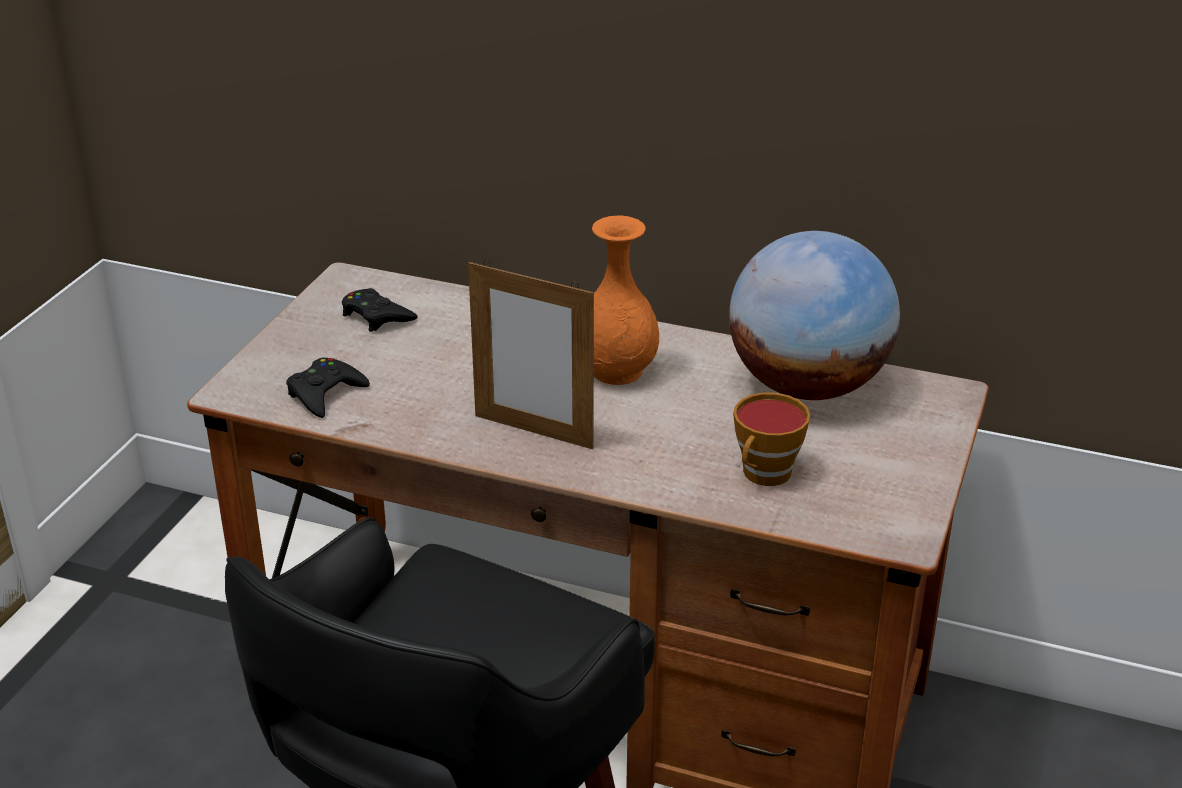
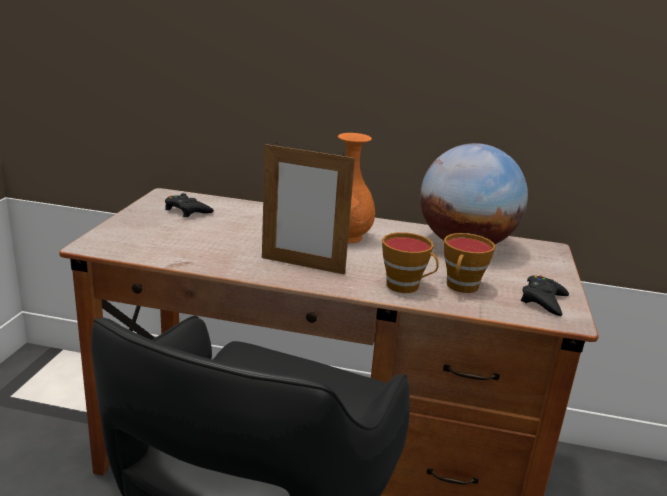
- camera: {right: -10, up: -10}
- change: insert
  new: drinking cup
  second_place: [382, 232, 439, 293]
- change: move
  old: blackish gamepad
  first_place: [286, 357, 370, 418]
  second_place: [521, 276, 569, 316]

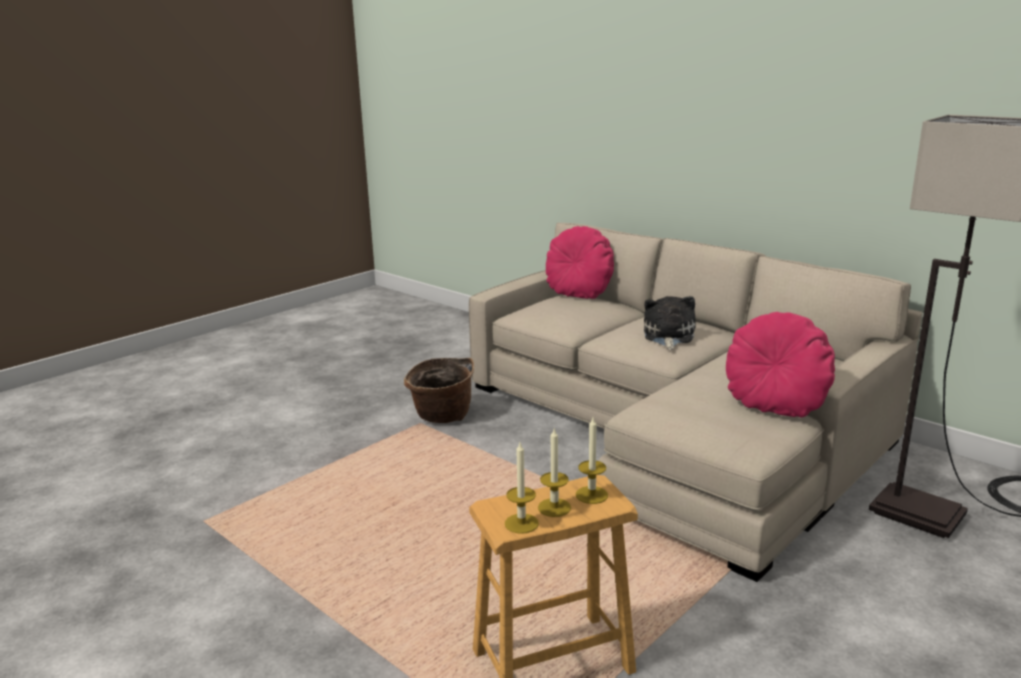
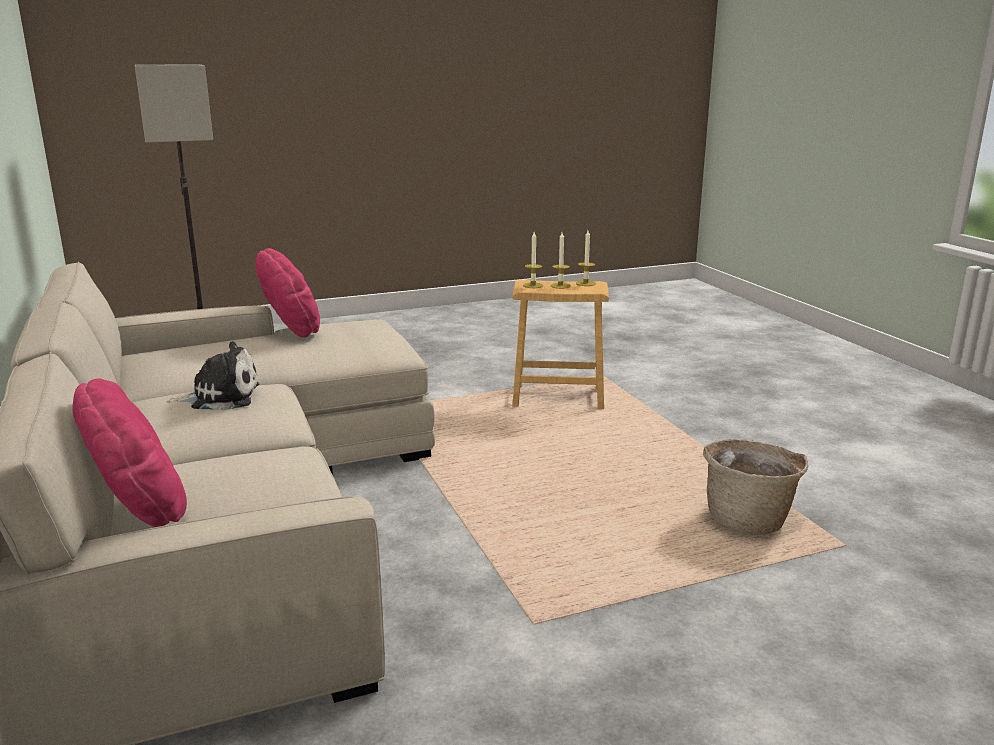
- camera: {right: -155, up: 0}
- change: rotate
  old: cuddly toy
  first_place: [644, 296, 696, 350]
  second_place: [167, 341, 260, 410]
  degrees: -135
- change: move
  old: storage basket
  first_place: [404, 358, 474, 423]
  second_place: [703, 439, 808, 534]

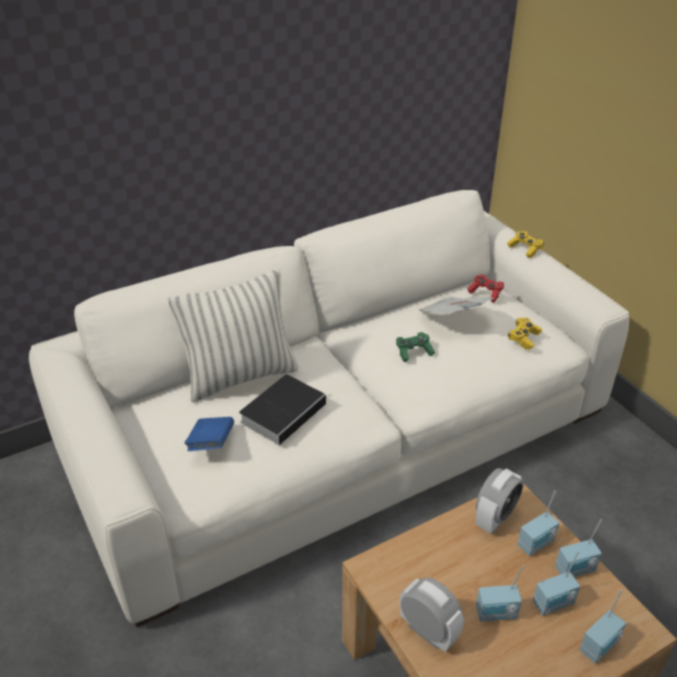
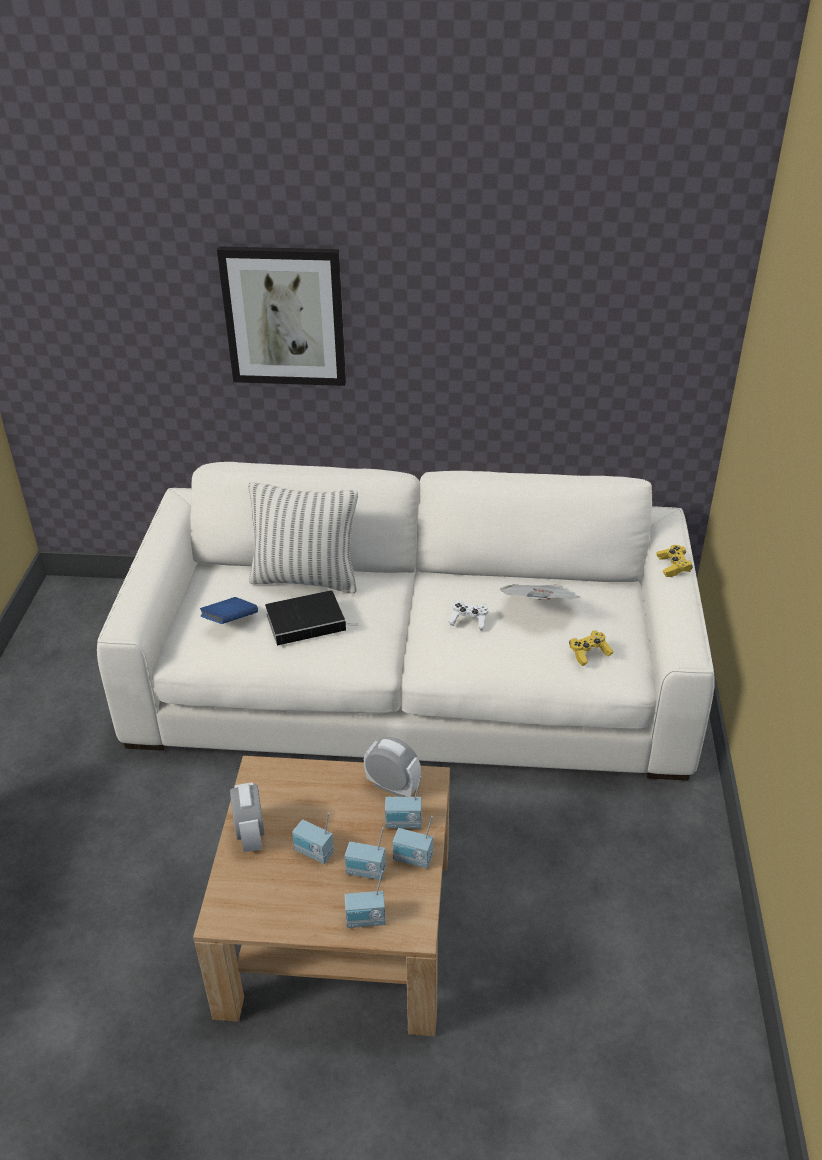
- camera: {right: 35, up: 0}
- change: insert
  new: wall art
  second_place: [217, 246, 346, 386]
- change: rotate
  old: bedside clock
  first_place: [476, 468, 524, 533]
  second_place: [364, 737, 421, 797]
  degrees: -135
- change: recolor
  old: green-coloured gamepad
  new: white-coloured gamepad
  first_place: [396, 332, 435, 362]
  second_place: [448, 600, 489, 631]
- change: delete
  old: reddish gamepad
  first_place: [467, 274, 504, 303]

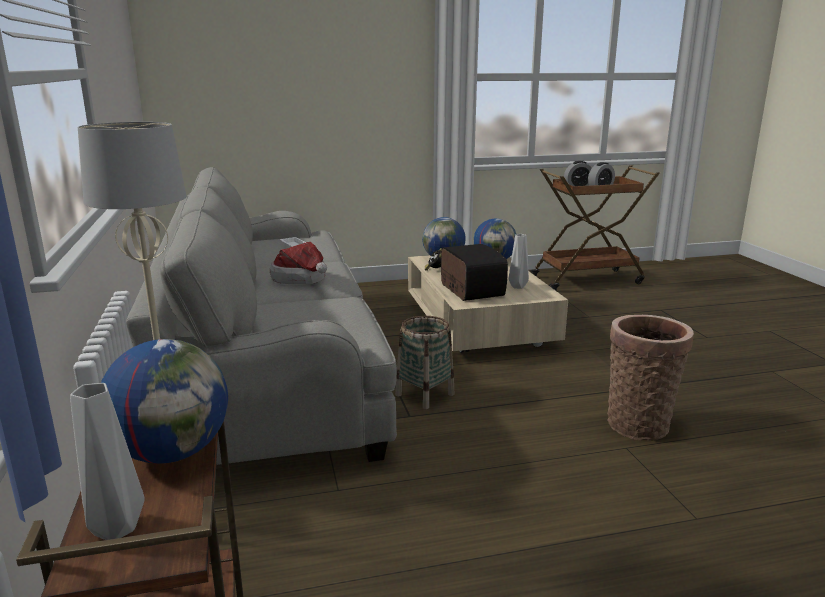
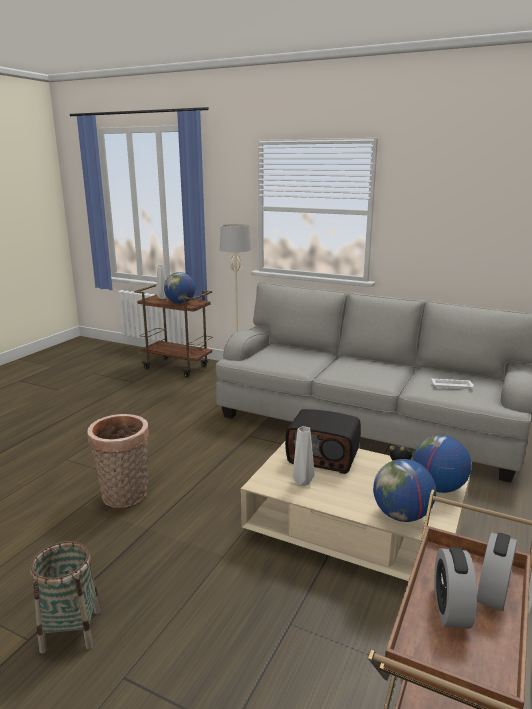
- camera: {right: 130, up: 0}
- change: move
  old: storage basket
  first_place: [395, 316, 454, 409]
  second_place: [30, 541, 101, 654]
- change: delete
  old: clothing hat
  first_place: [270, 242, 327, 284]

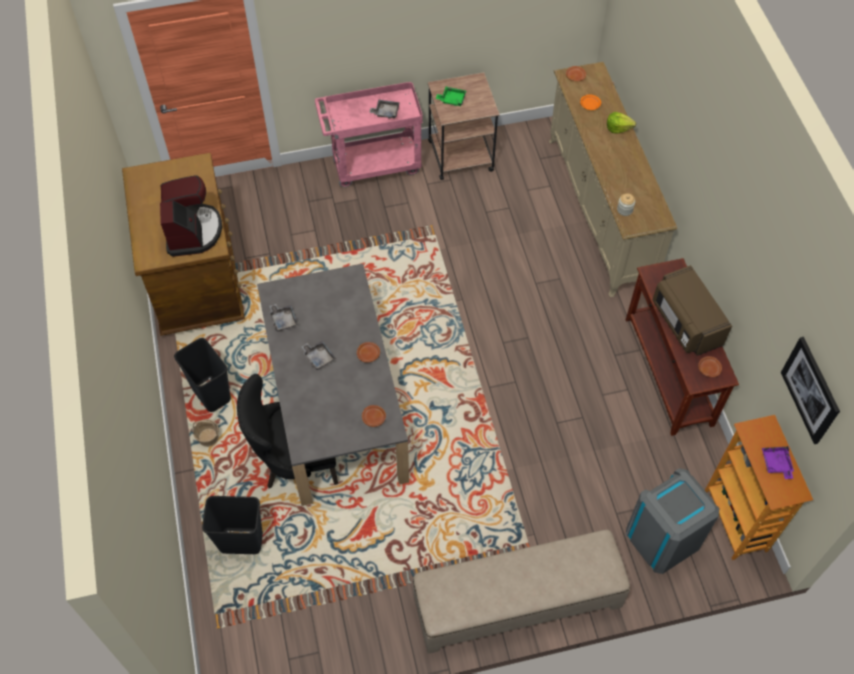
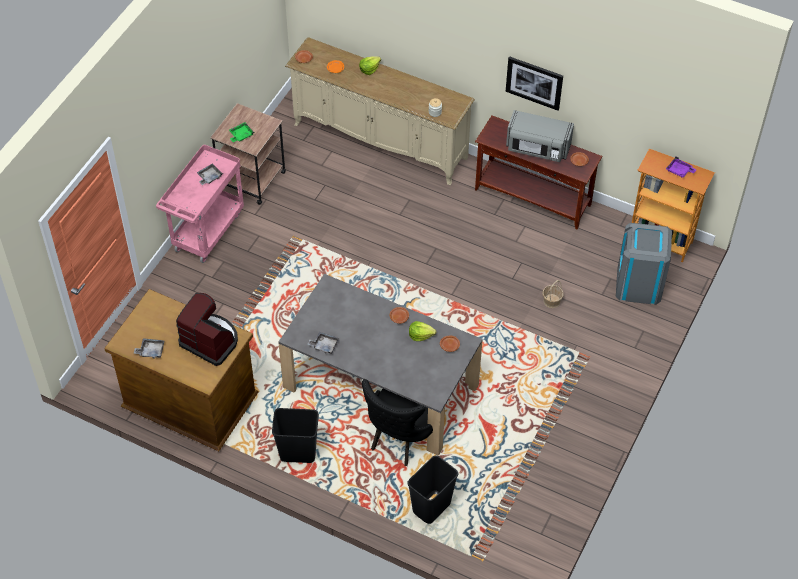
- camera: {right: -50, up: -5}
- change: move
  old: gray carrying tray
  first_place: [301, 341, 336, 370]
  second_place: [134, 338, 165, 358]
- change: insert
  new: lettuce head
  second_place: [409, 321, 436, 341]
- change: move
  old: wall art
  first_place: [781, 337, 840, 444]
  second_place: [506, 56, 563, 111]
- change: recolor
  old: brownish microwave oven
  new: gray microwave oven
  first_place: [652, 265, 732, 356]
  second_place: [506, 110, 574, 162]
- change: move
  old: storage basket
  first_place: [193, 419, 219, 447]
  second_place: [542, 280, 563, 308]
- change: delete
  old: sand-coloured indoor bench
  first_place: [413, 530, 630, 654]

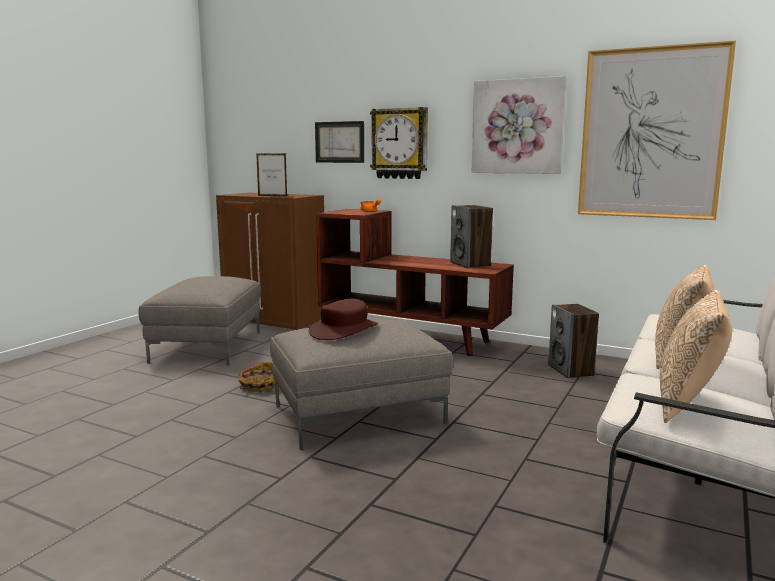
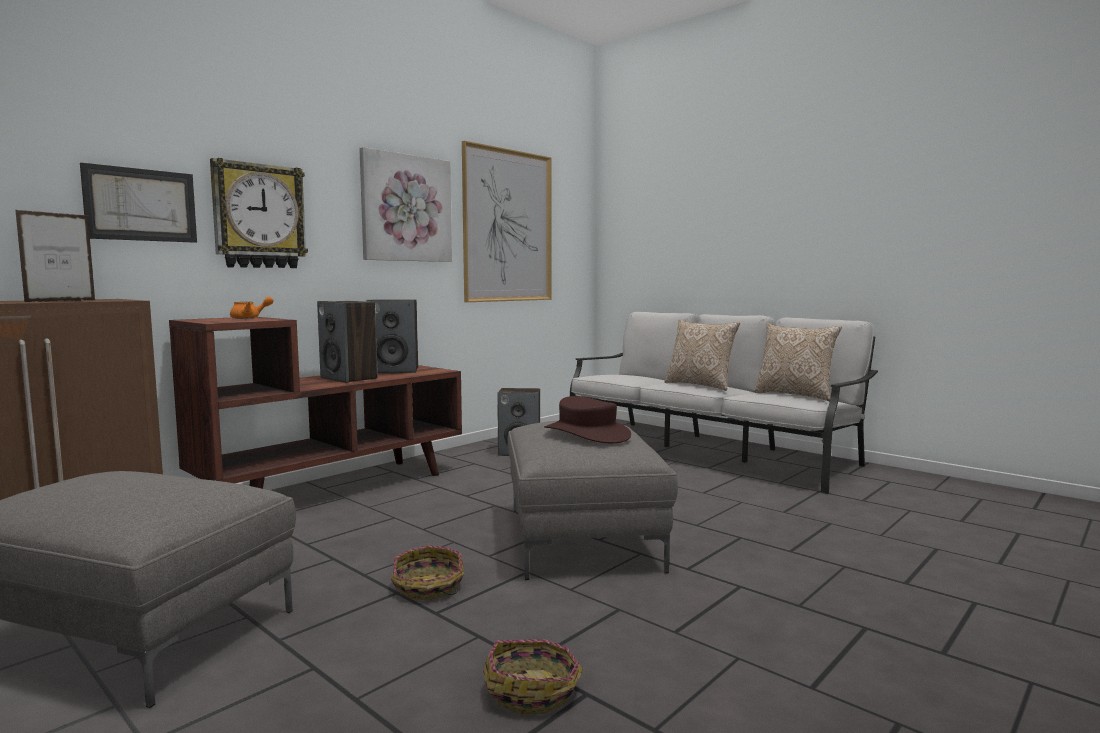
- camera: {right: -75, up: -5}
- change: insert
  new: speaker
  second_place: [317, 301, 377, 383]
- change: insert
  new: storage basket
  second_place: [483, 639, 583, 714]

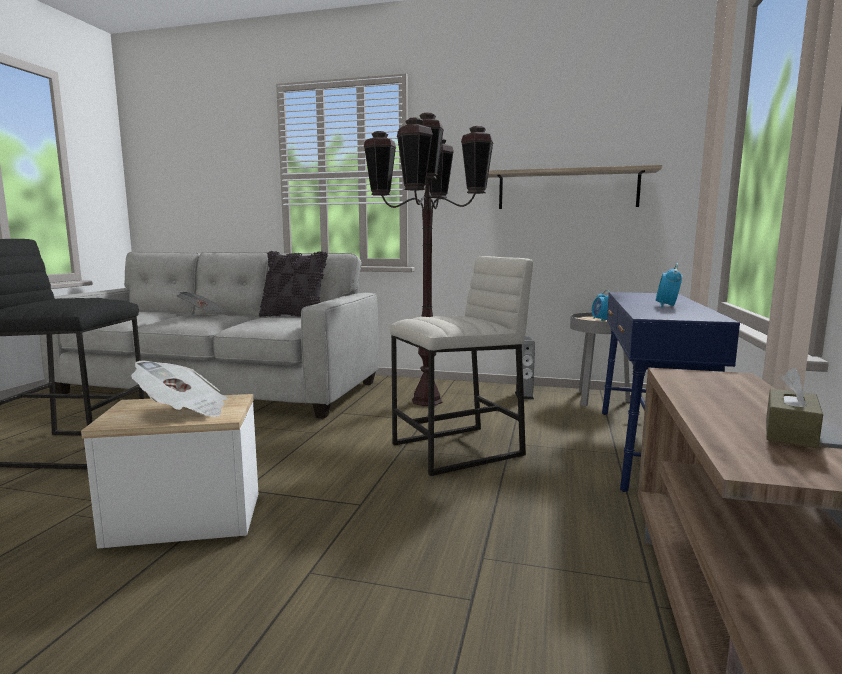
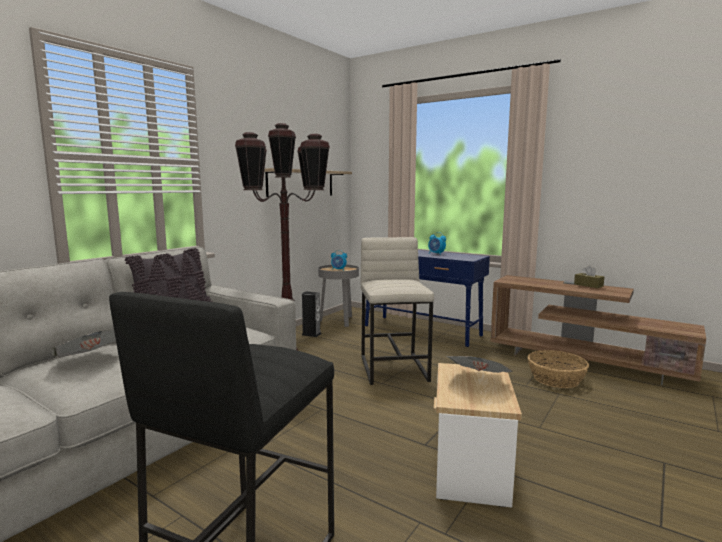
- camera: {right: -70, up: 0}
- change: insert
  new: storage basket
  second_place: [528, 350, 589, 388]

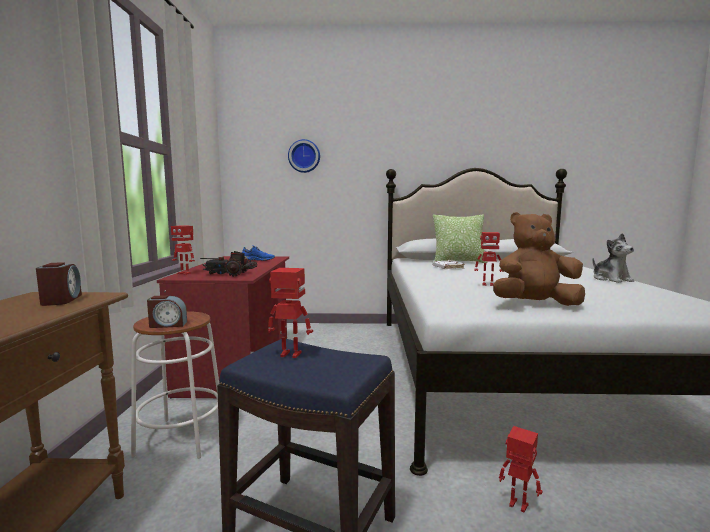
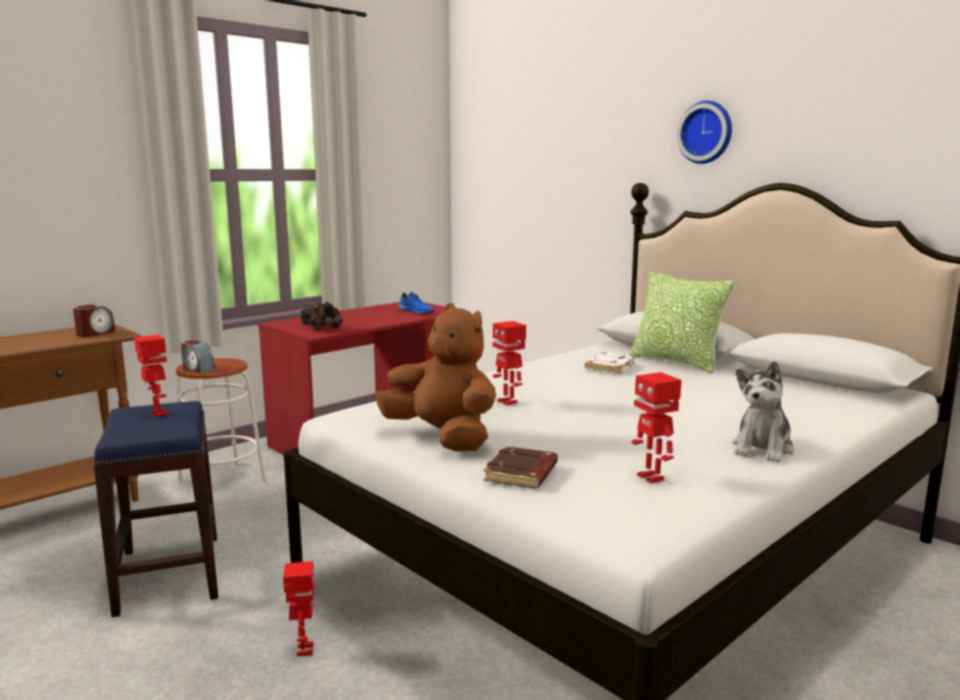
- camera: {right: 45, up: 5}
- change: insert
  new: brownish volume
  second_place: [483, 446, 558, 488]
- change: move
  old: toy robot
  first_place: [171, 225, 195, 275]
  second_place: [632, 372, 681, 483]
- change: move
  old: wall clock
  first_place: [288, 139, 320, 173]
  second_place: [677, 101, 732, 164]

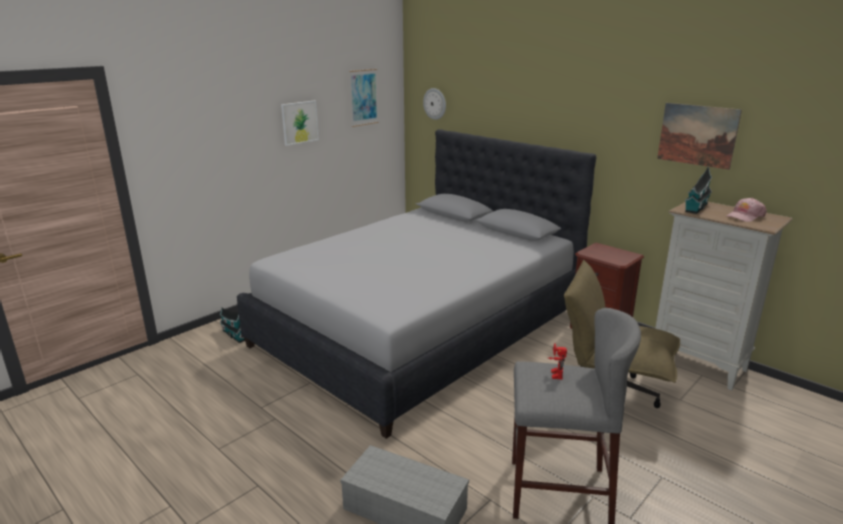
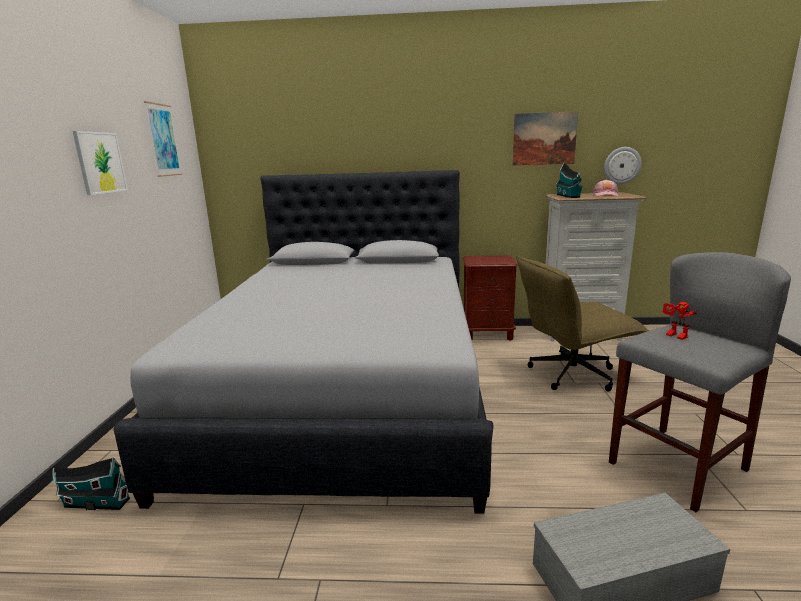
- camera: {right: -40, up: -5}
- change: move
  old: wall clock
  first_place: [423, 88, 446, 120]
  second_place: [604, 147, 641, 184]

